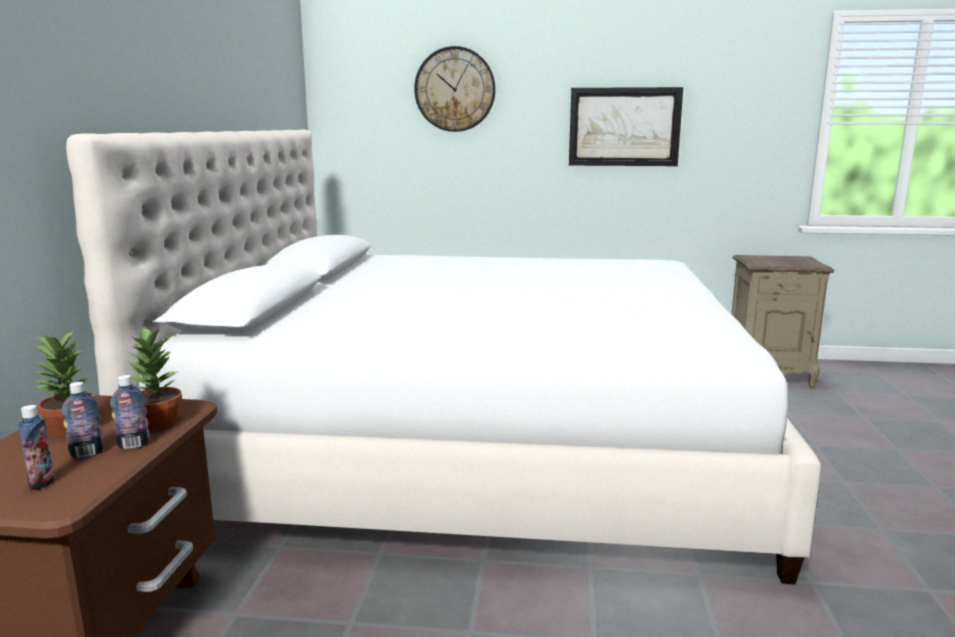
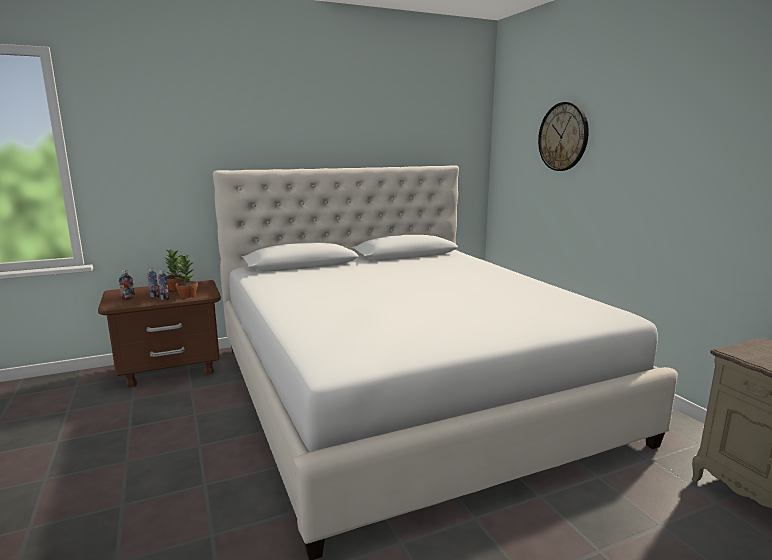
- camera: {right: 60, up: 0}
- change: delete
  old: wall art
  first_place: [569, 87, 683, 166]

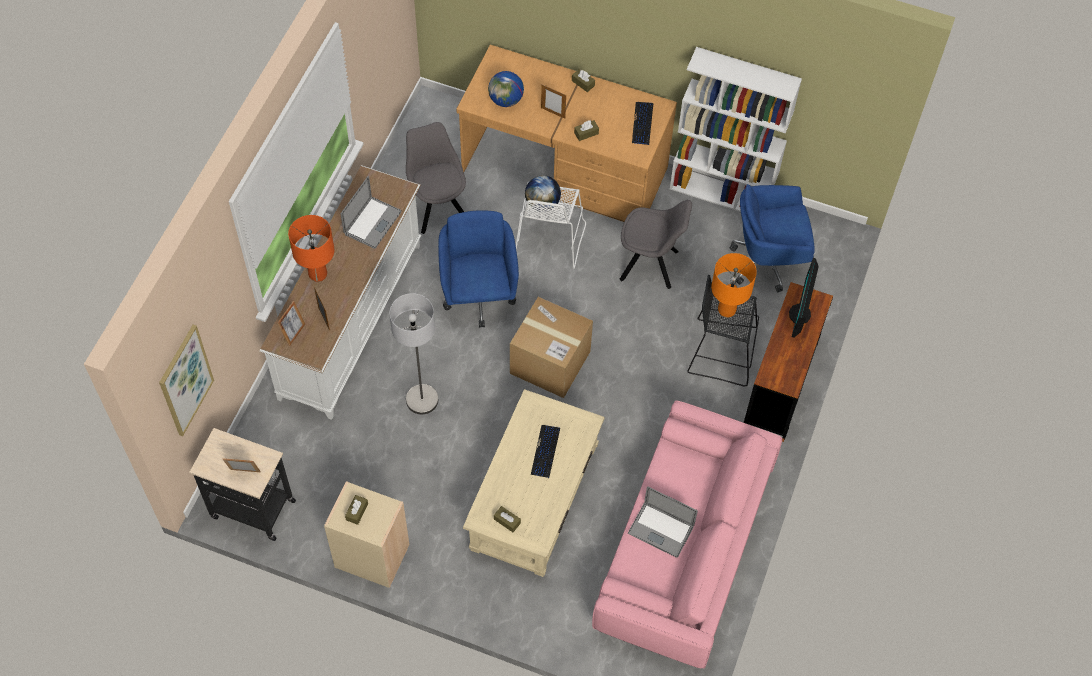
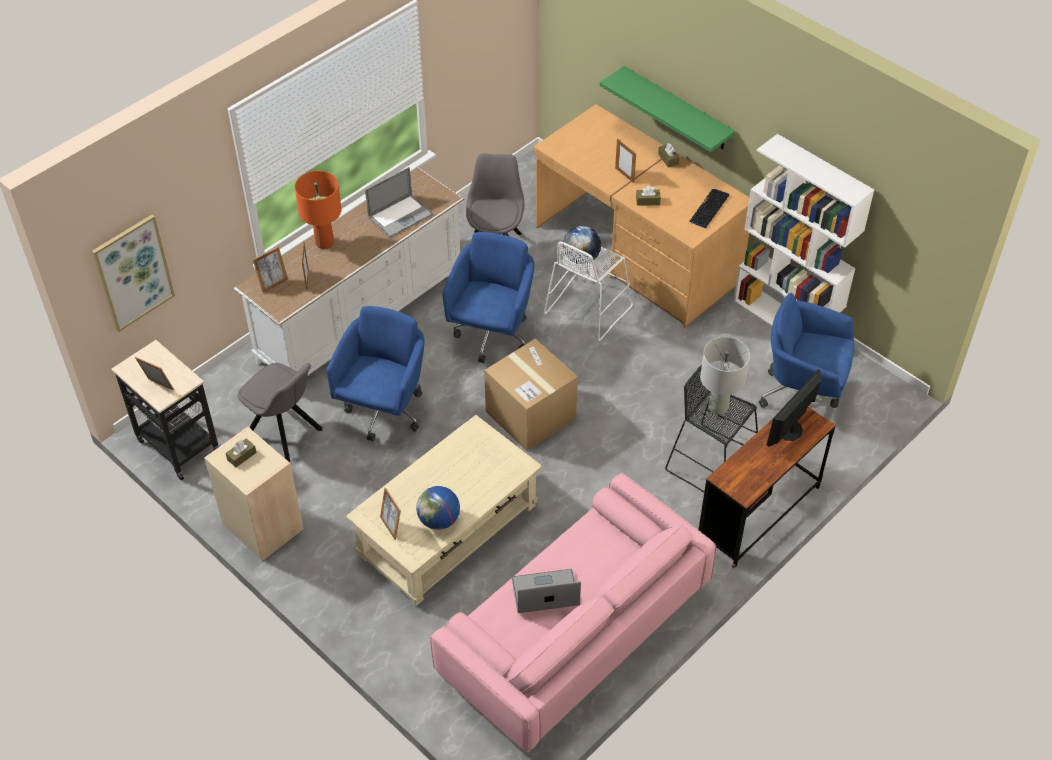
- camera: {right: 25, up: -10}
- change: move
  old: gray chair
  first_place: [620, 200, 692, 289]
  second_place: [237, 363, 322, 462]
- change: replace
  old: gray standard lamp
  new: blue-coloured computer chair
  first_place: [389, 293, 438, 414]
  second_place: [326, 306, 425, 441]
- change: replace
  old: brownish tissue box
  new: photo frame
  first_place: [494, 506, 521, 532]
  second_place: [380, 488, 401, 540]
- change: move
  old: globe
  first_place: [488, 71, 524, 107]
  second_place: [416, 486, 460, 530]
- change: rotate
  old: notebook computer
  first_place: [628, 486, 698, 558]
  second_place: [512, 569, 581, 613]
  degrees: 120
- change: insert
  new: green-coloured shelf
  second_place: [600, 66, 735, 152]
- change: recolor
  old: orangey tabletop lamp
  new: gray tabletop lamp
  first_place: [711, 253, 757, 318]
  second_place: [700, 337, 750, 415]
- change: delete
  old: computer keyboard
  first_place: [531, 425, 560, 479]

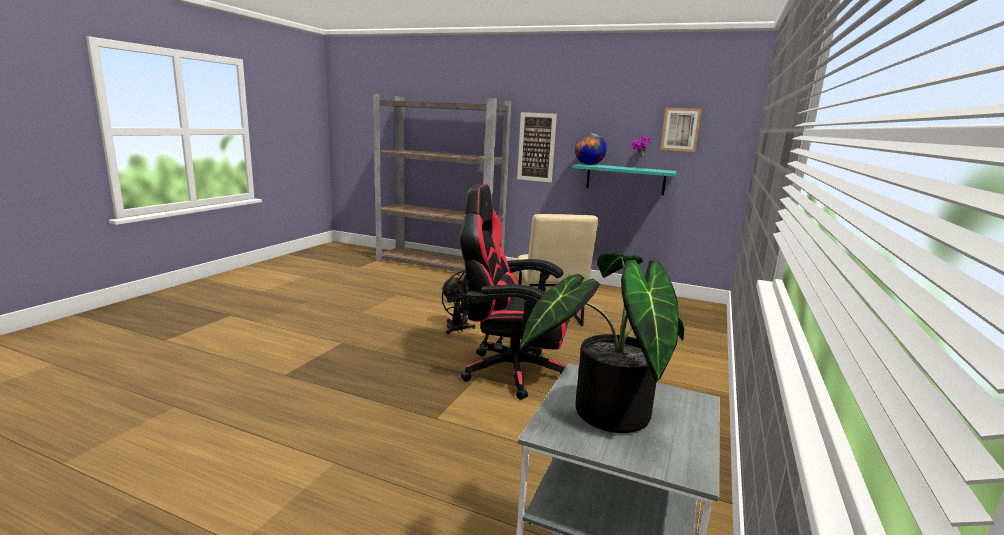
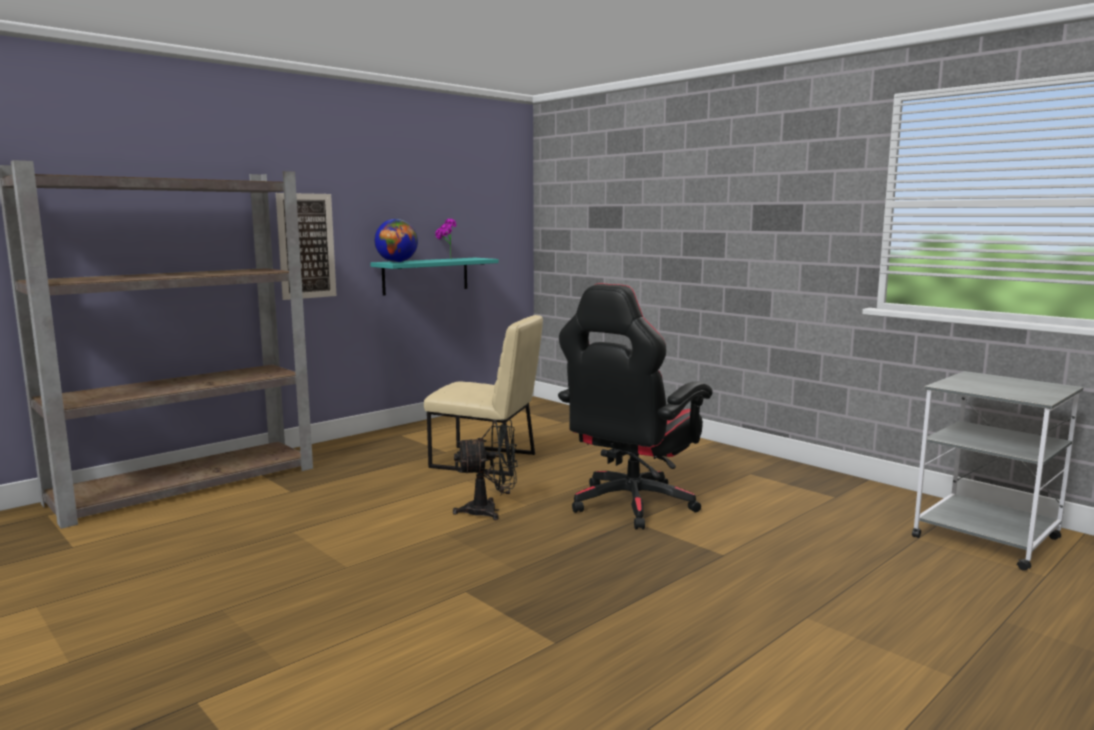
- camera: {right: -65, up: -5}
- change: delete
  old: houseplant
  first_place: [520, 252, 684, 433]
- change: delete
  old: wall art
  first_place: [660, 108, 702, 152]

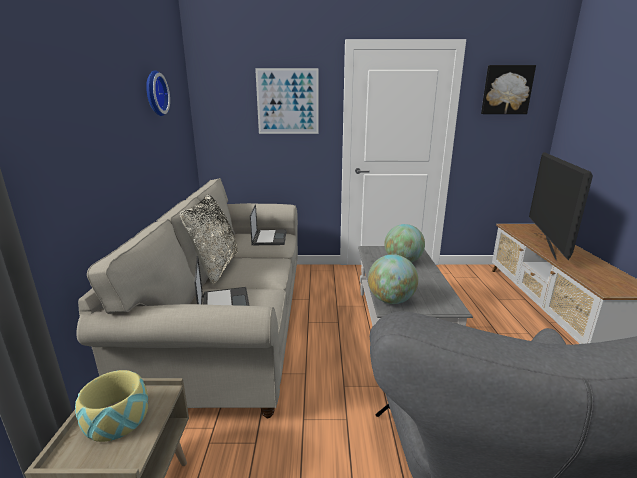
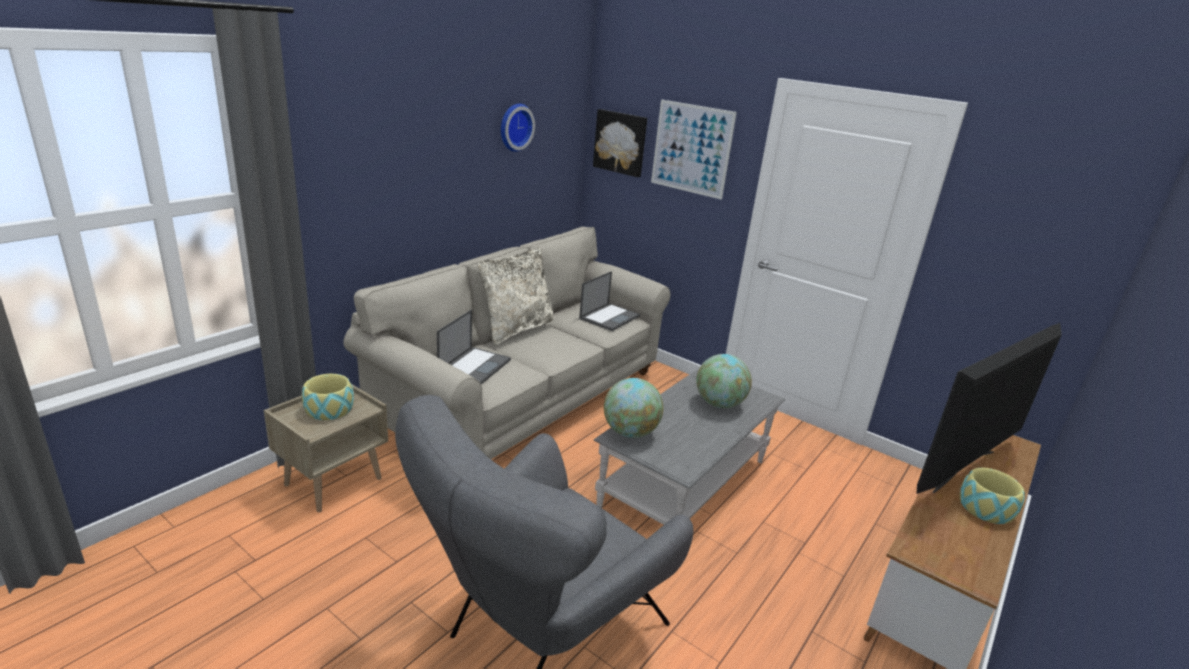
- camera: {right: 35, up: 5}
- change: move
  old: wall art
  first_place: [481, 65, 536, 114]
  second_place: [593, 109, 647, 177]
- change: insert
  new: serving bowl
  second_place: [960, 468, 1025, 524]

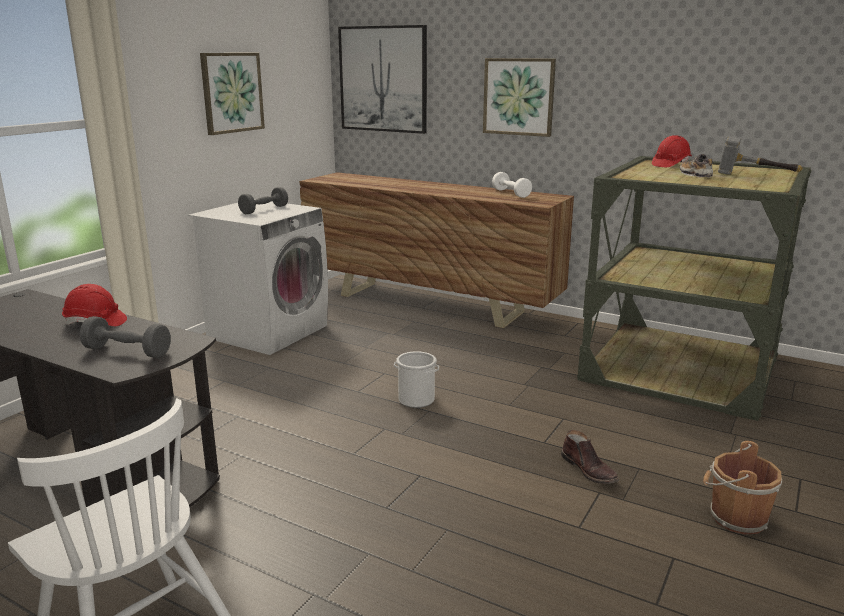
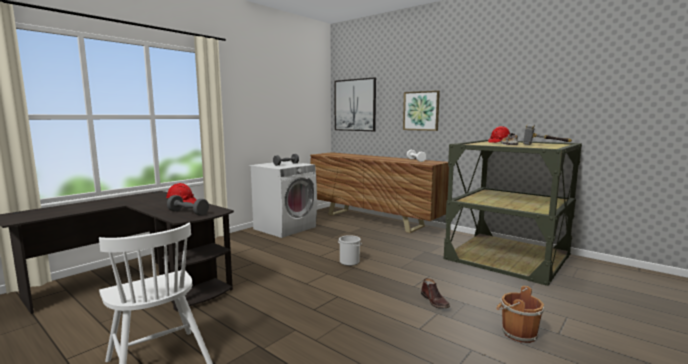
- camera: {right: 10, up: -10}
- change: delete
  old: wall art
  first_place: [200, 53, 265, 135]

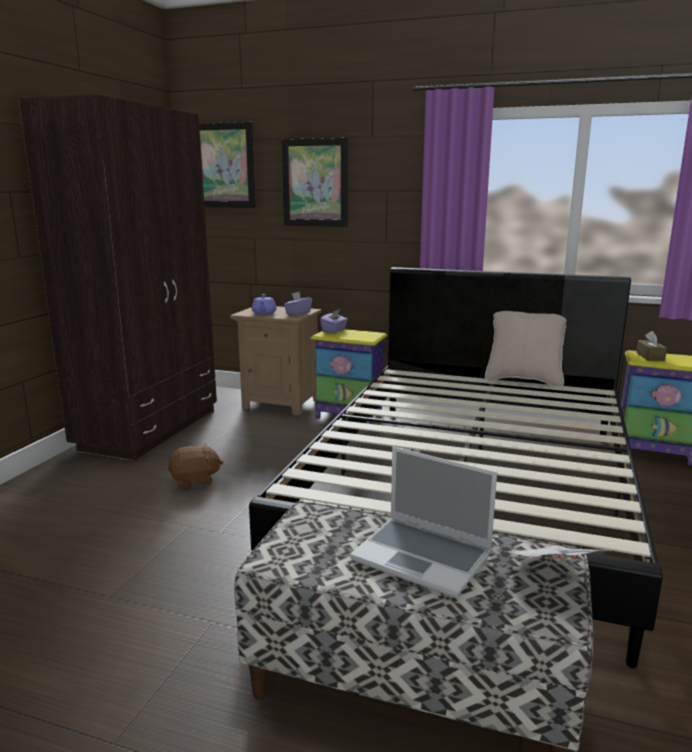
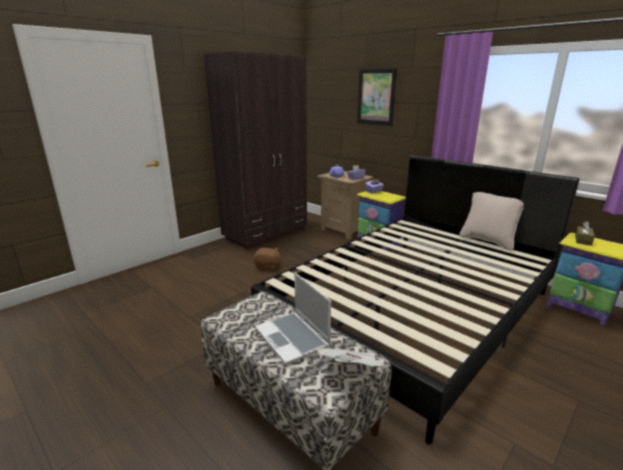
- camera: {right: 25, up: 5}
- change: delete
  old: wall art
  first_place: [199, 122, 256, 208]

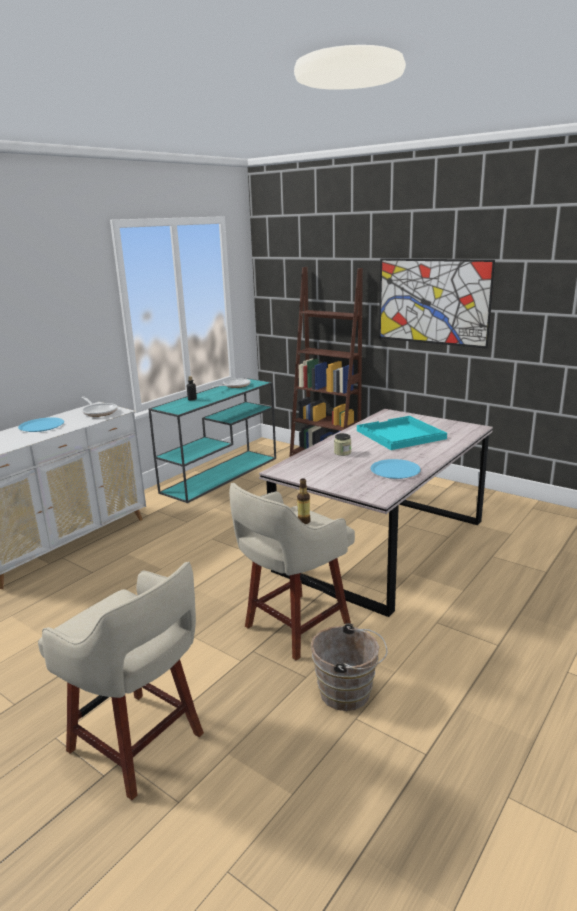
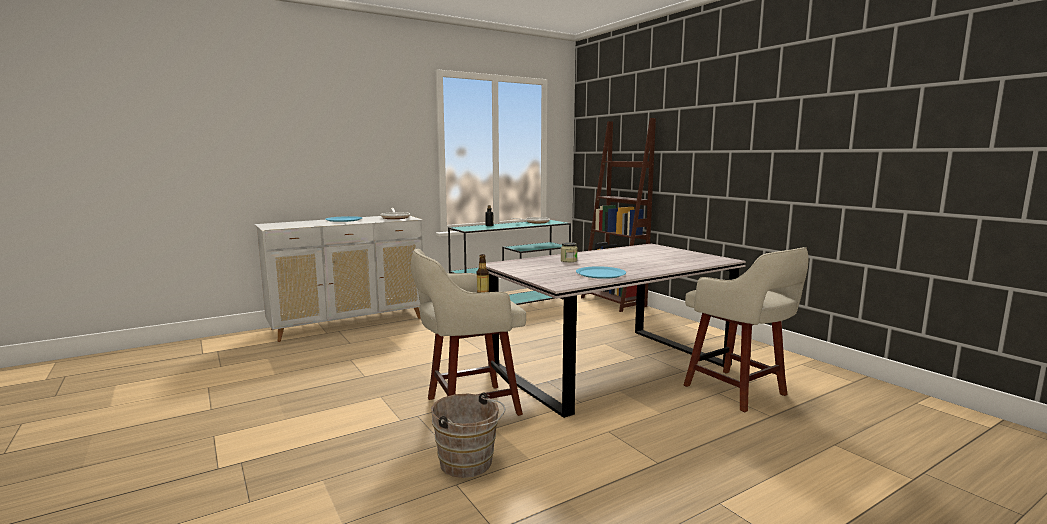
- camera: {right: 20, up: -10}
- change: move
  old: sand-coloured sitting stool
  first_place: [38, 562, 204, 800]
  second_place: [684, 247, 809, 412]
- change: delete
  old: turquoise-coloured carrying tray
  first_place: [357, 416, 447, 450]
- change: delete
  old: wall art
  first_place: [379, 258, 495, 349]

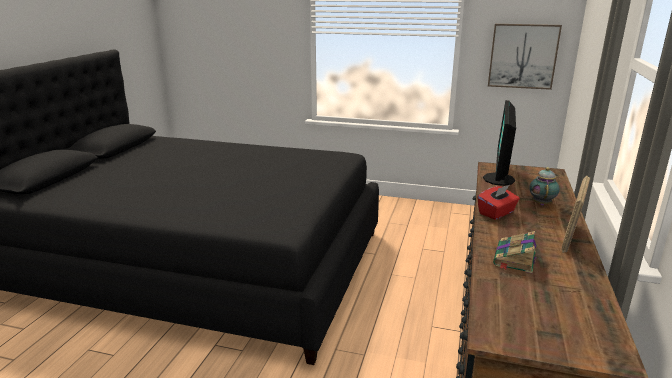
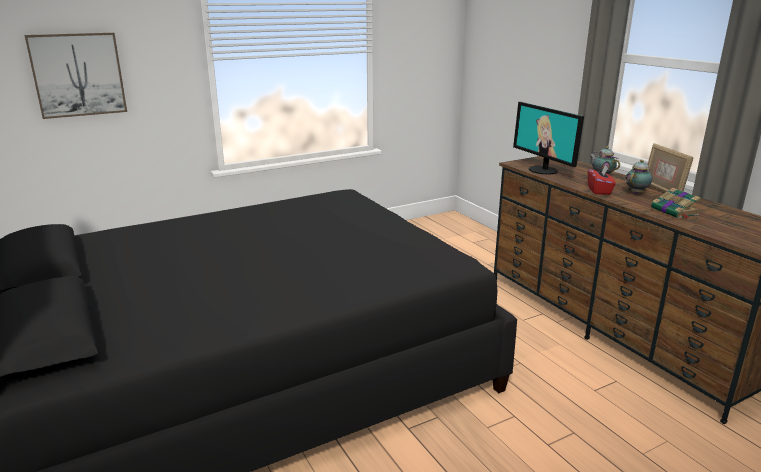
- camera: {right: -45, up: 0}
- change: move
  old: wall art
  first_place: [488, 24, 562, 90]
  second_place: [25, 33, 127, 119]
- change: insert
  new: teapot
  second_place: [625, 159, 652, 194]

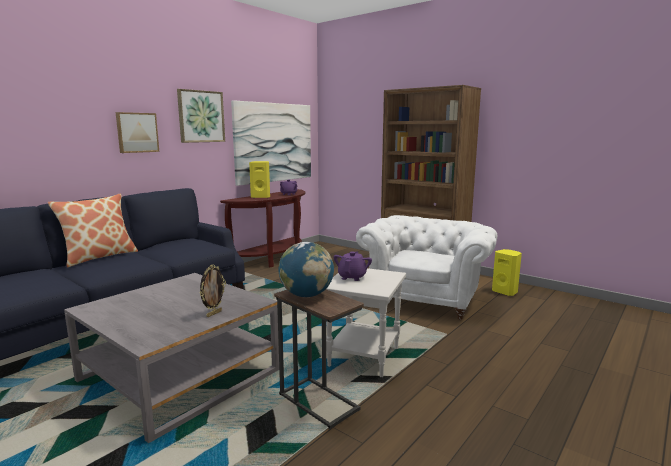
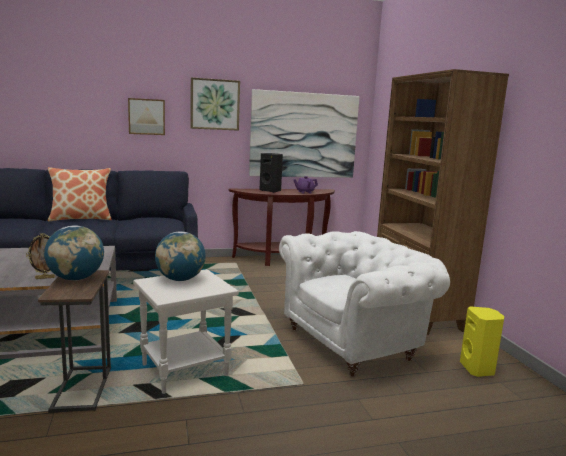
- camera: {right: 35, up: 0}
- change: replace
  old: purple teapot
  new: globe
  first_place: [333, 251, 372, 281]
  second_place: [155, 231, 206, 281]
- change: recolor
  old: yellowish speaker
  new: blackish speaker
  first_place: [249, 161, 270, 198]
  second_place: [260, 153, 283, 193]

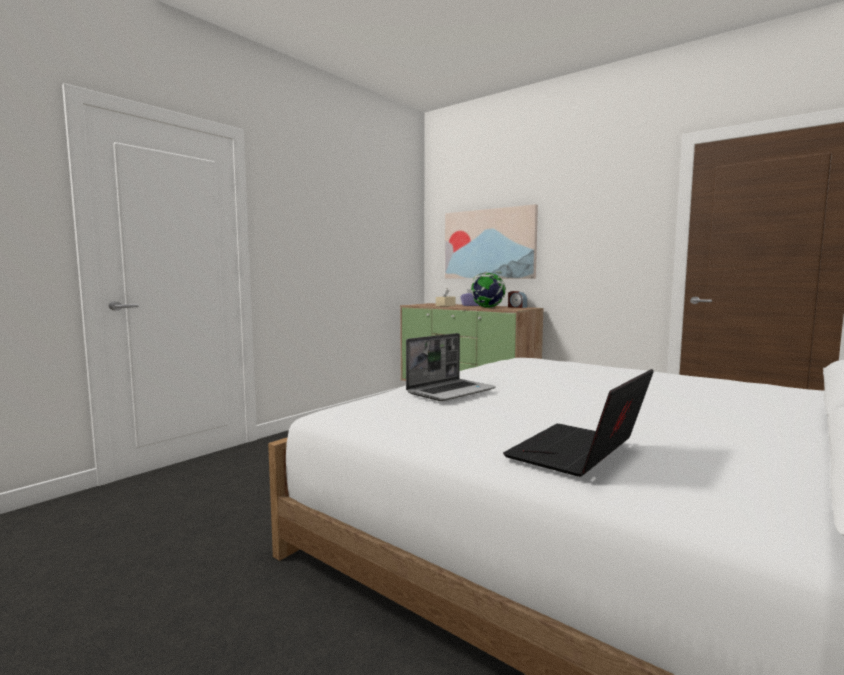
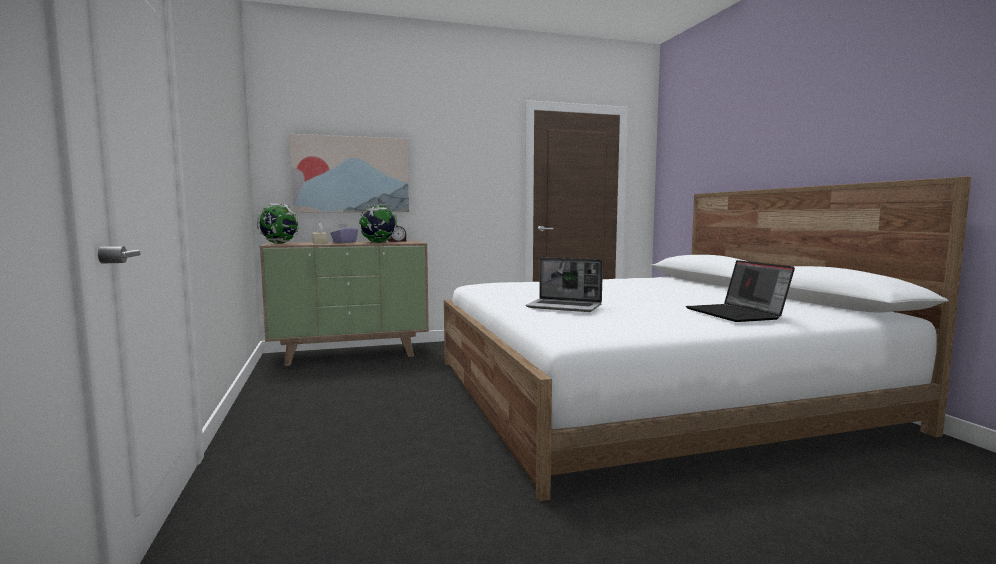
- camera: {right: -55, up: 0}
- change: insert
  new: globe
  second_place: [257, 204, 299, 244]
- change: rotate
  old: notebook computer
  first_place: [406, 333, 496, 401]
  second_place: [526, 257, 603, 312]
  degrees: 120

